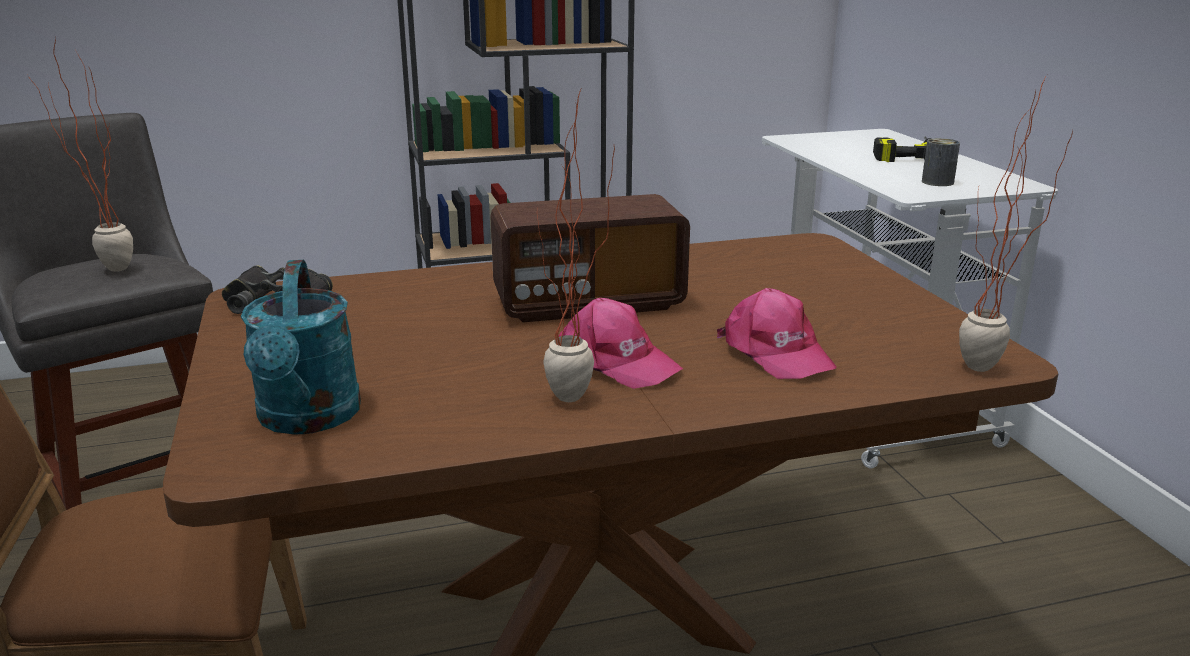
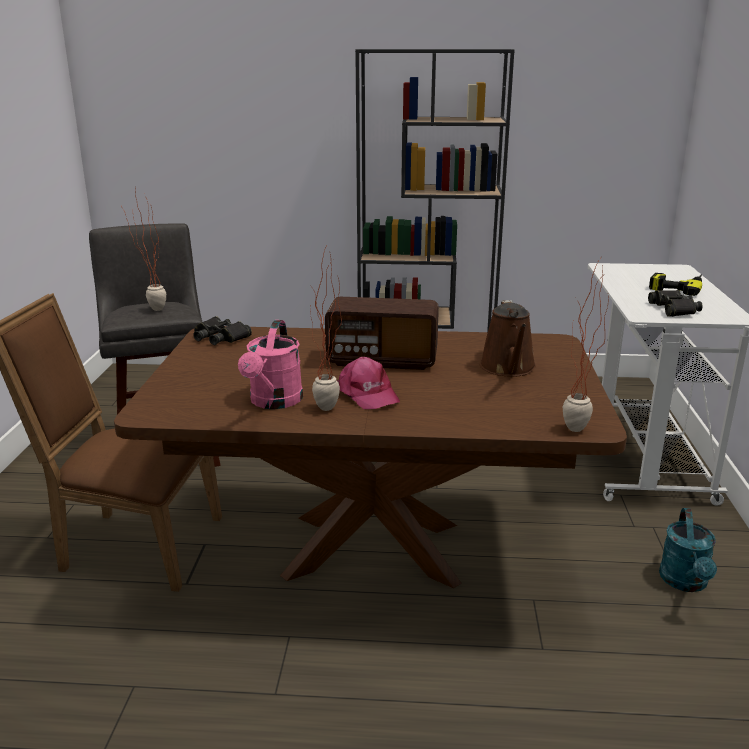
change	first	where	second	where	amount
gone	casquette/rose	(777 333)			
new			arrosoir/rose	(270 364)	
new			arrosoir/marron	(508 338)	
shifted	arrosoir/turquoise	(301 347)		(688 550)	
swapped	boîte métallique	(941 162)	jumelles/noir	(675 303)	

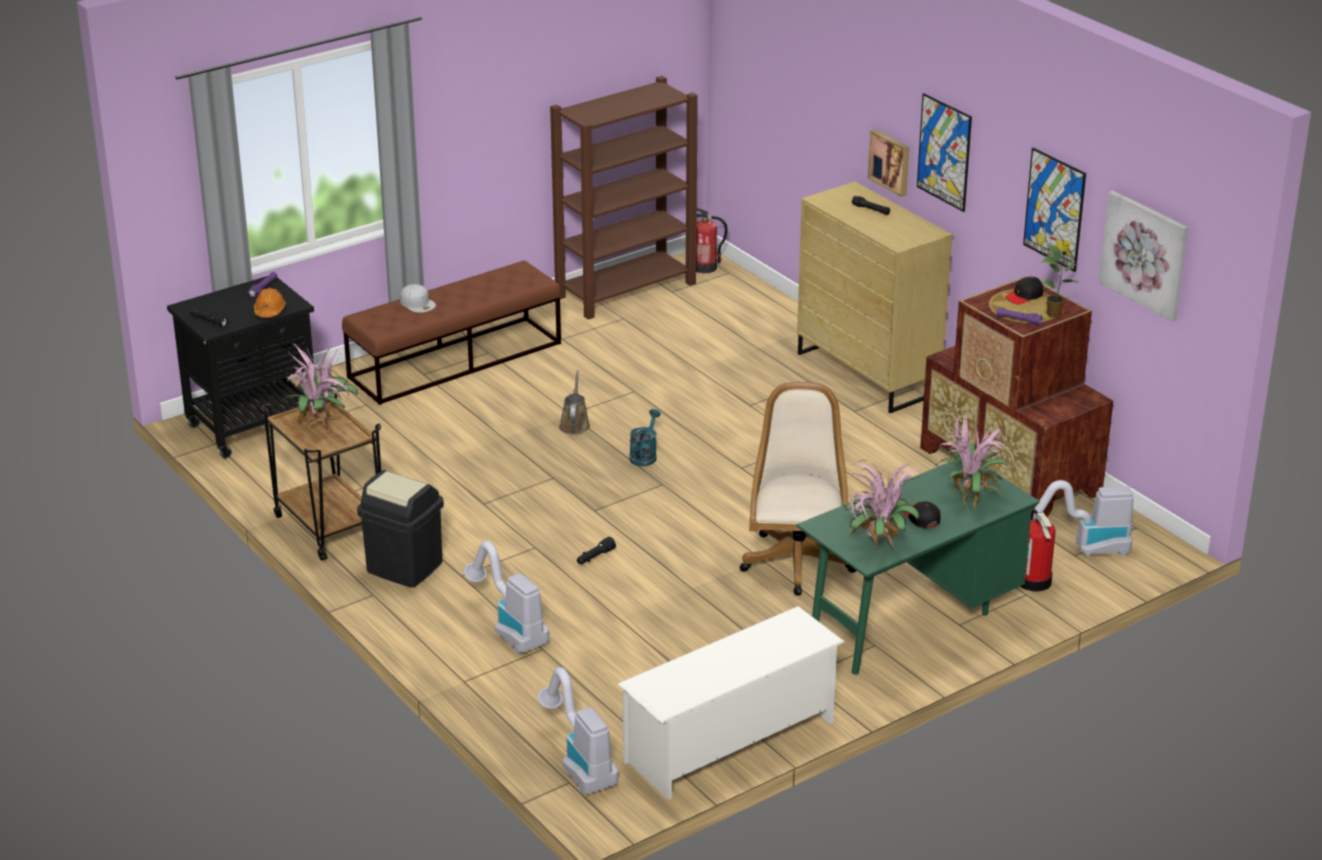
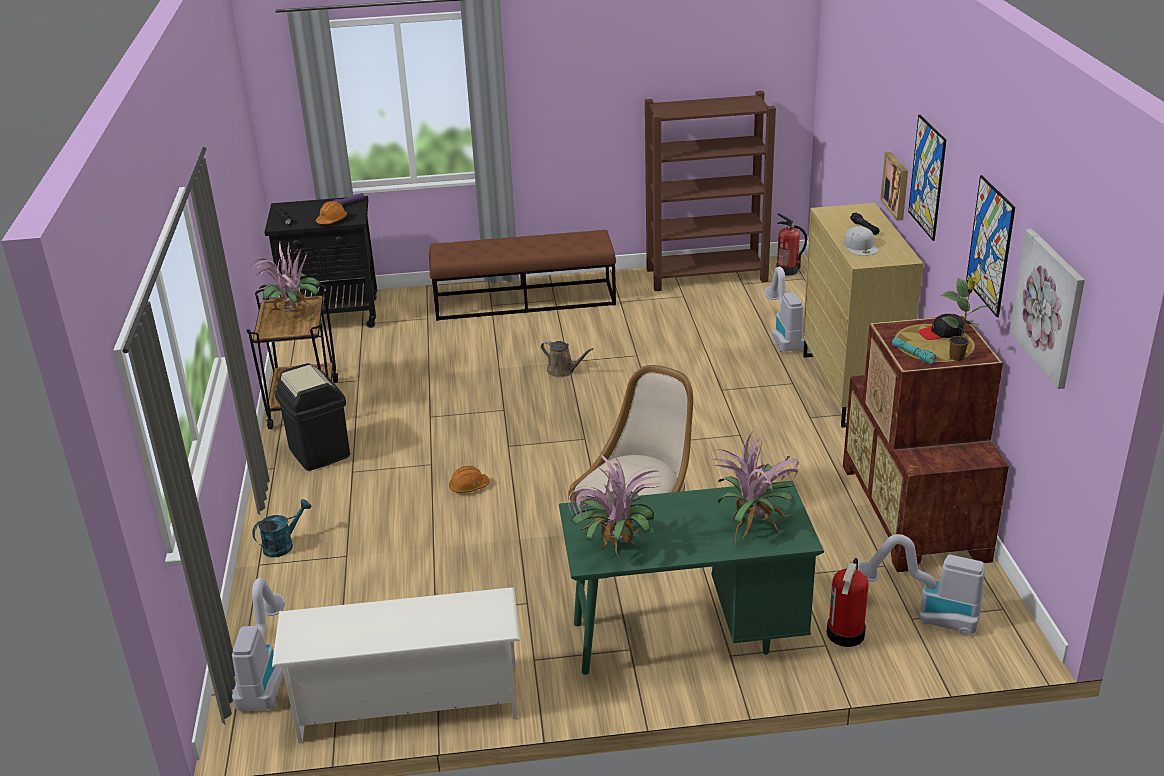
change	first	where	second	where	amount
gone	casquette/noir	(922 514)			
shifted	casquette/blanc	(418 298)		(860 241)	
shifted	aspirateur	(506 597)		(784 309)	
shifted	arrosoir/turquoise	(645 437)		(282 528)	
swapped	lampe de poche/noir	(596 550)	casque de chantier/orange	(469 479)	
repainted	lampe de poche/violet	(1019 316)	lampe de poche/turquoise	(914 350)	
rotated	arrosoir/marron	(574 402)		(567 359)	90 degrees clockwise

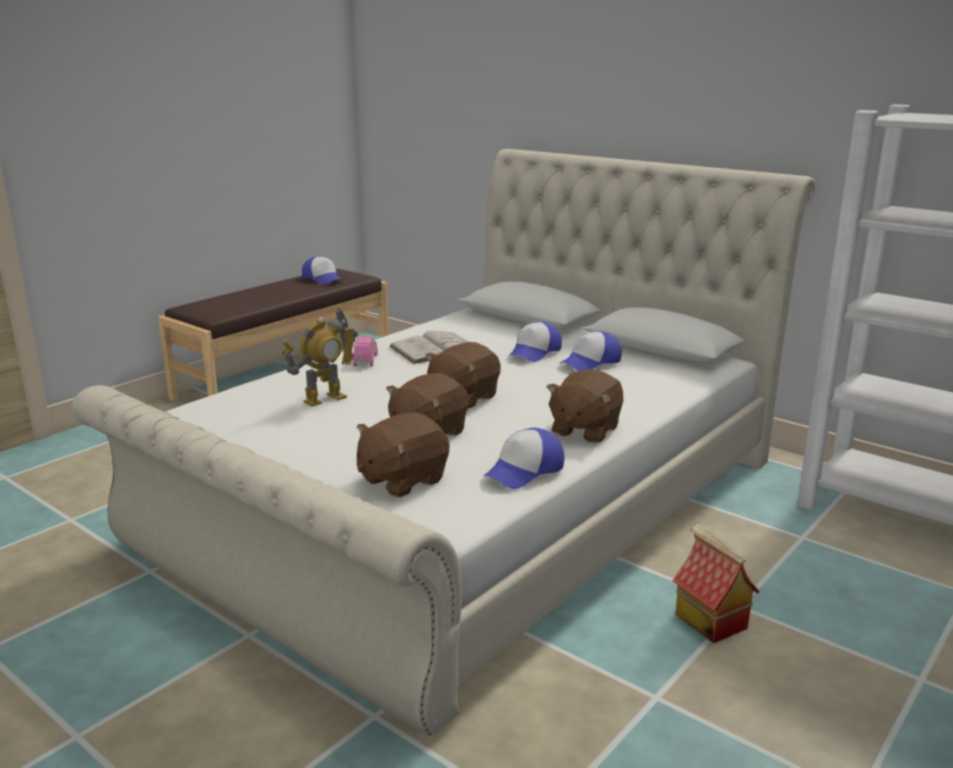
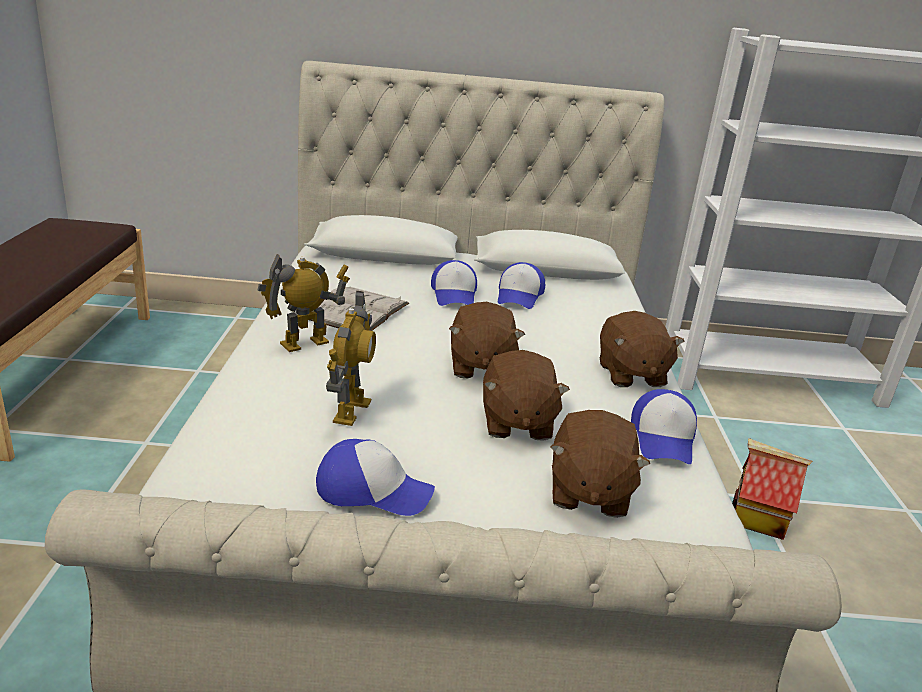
change	first	where	second	where	amount
shifted	casquette	(323 270)		(375 477)	
swapped	petite voiture/rose	(365 351)	robot jouet	(304 303)	

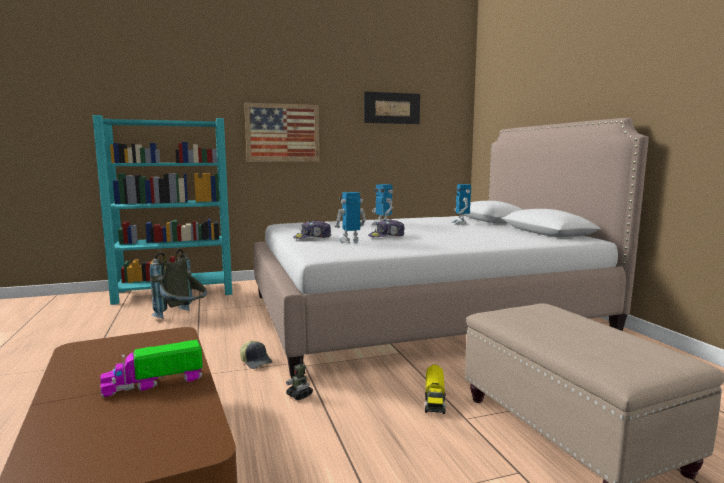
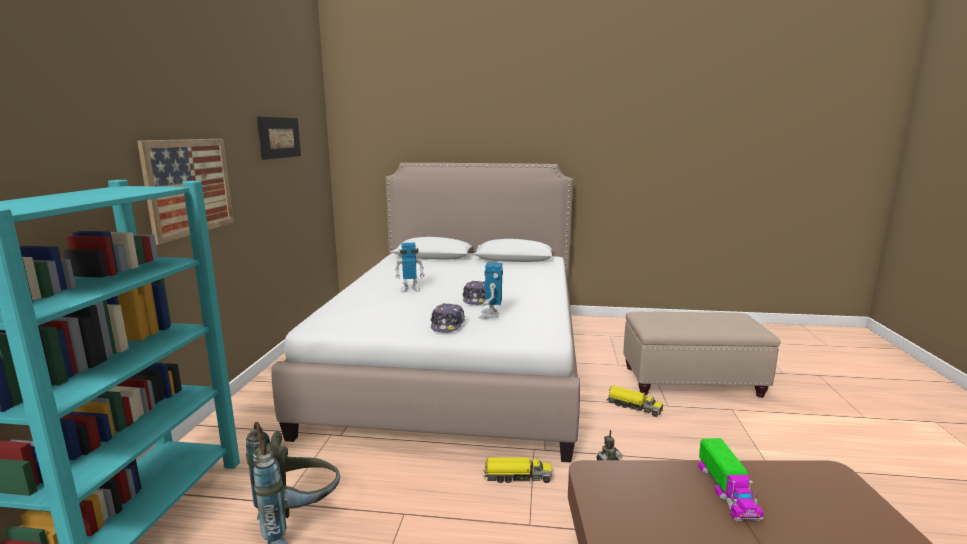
change	first	where	second	where	amount
gone	robot jouet	(461 204)			
swapped	casquette	(256 355)	camion jouet	(518 470)	

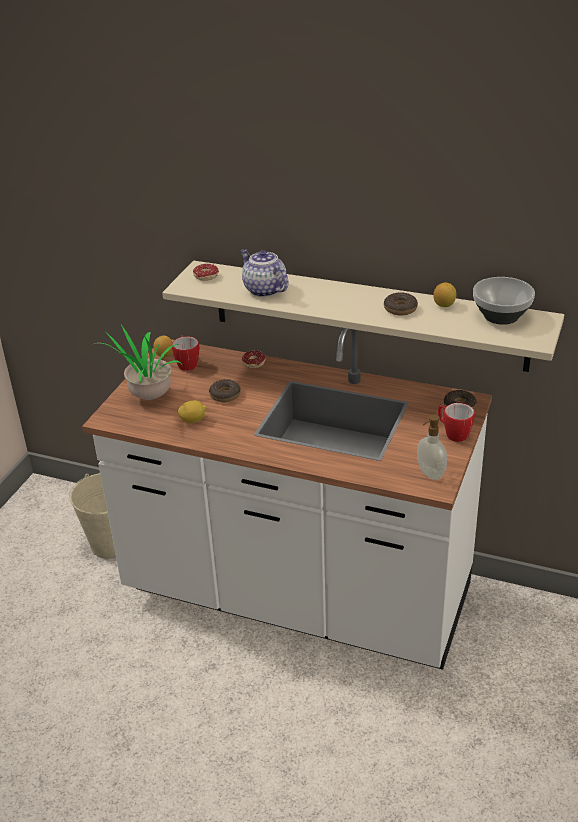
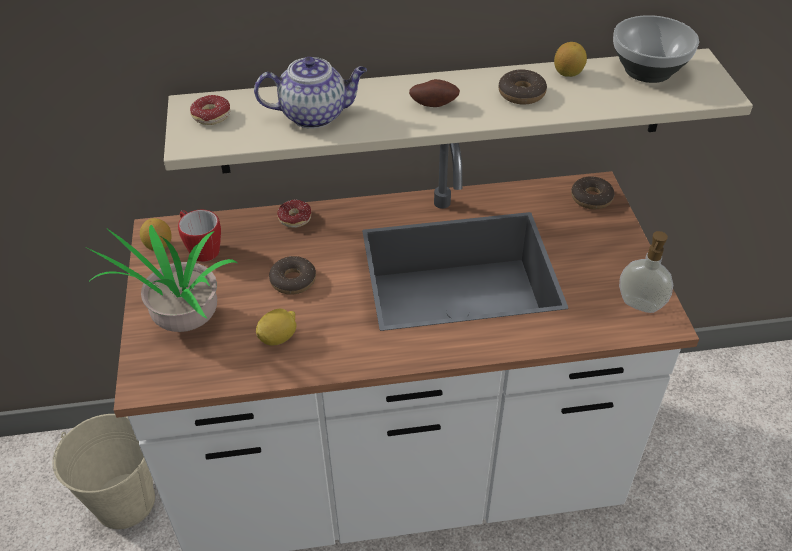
change	first	where	second	where	amount
gone	mug	(456 422)			
new			pomme de terre	(434 93)	
rotated	théière	(264 273)		(310 93)	150 degrees clockwise

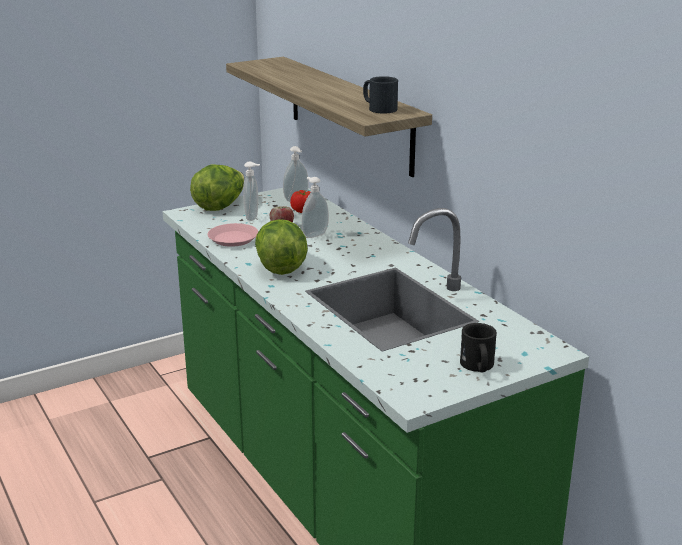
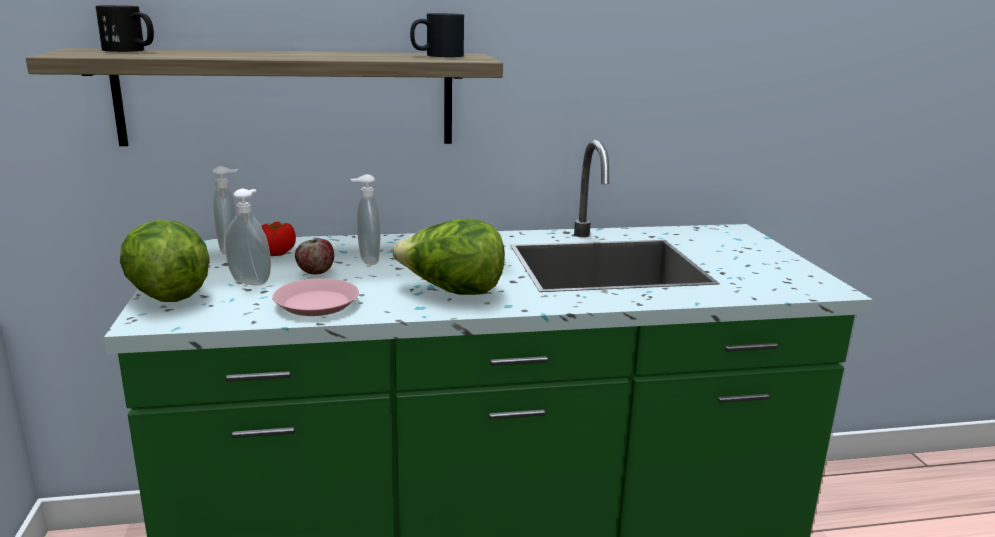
change	first	where	second	where	amount
shifted	mug/noir	(478 347)		(124 28)	

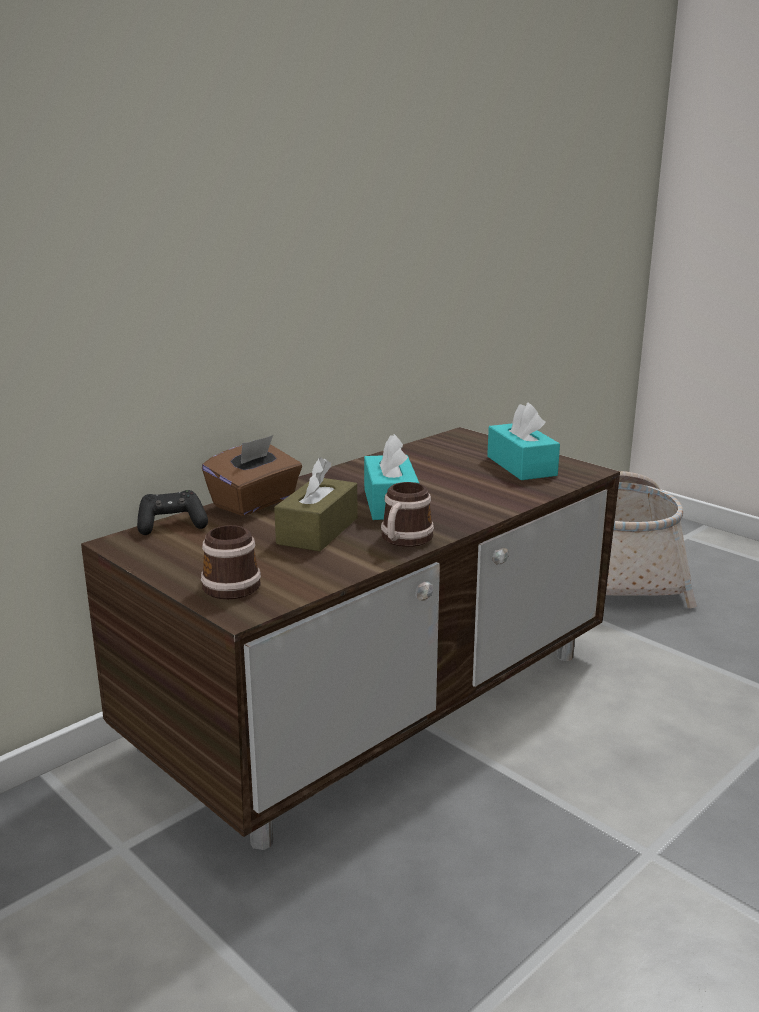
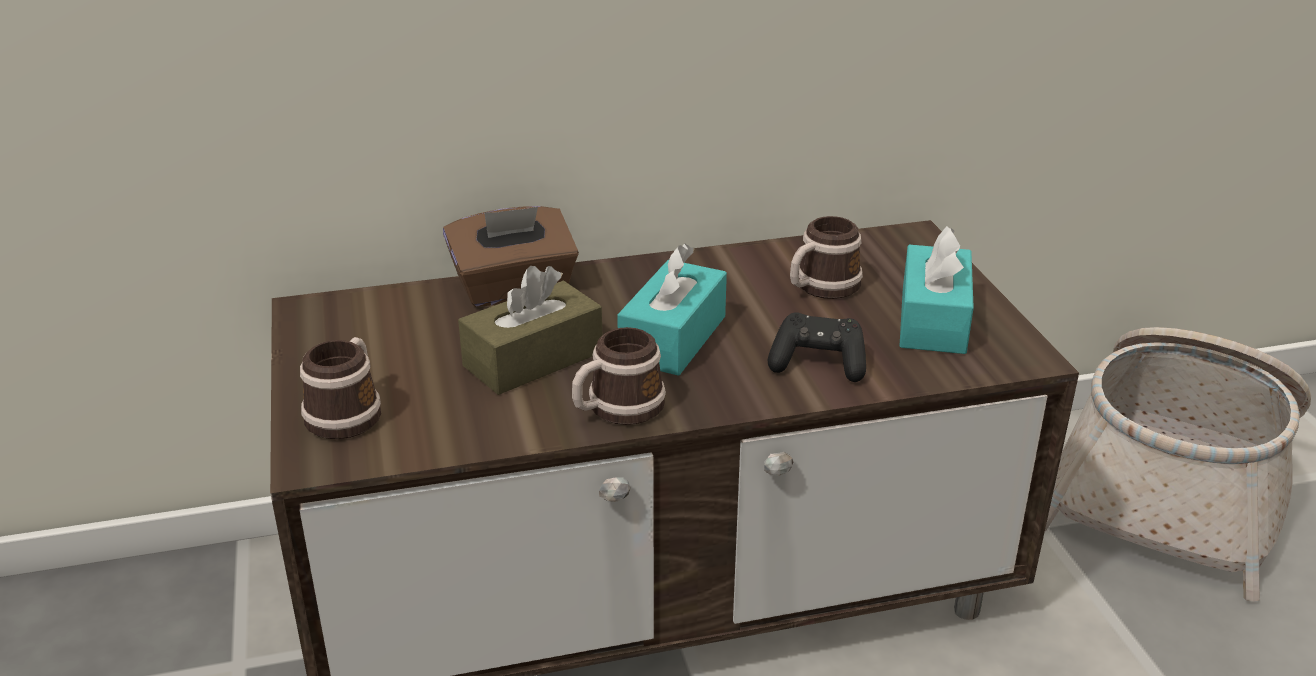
change	first	where	second	where	amount
new			mug	(826 257)	
shifted	manette/noir	(172 512)		(817 347)	

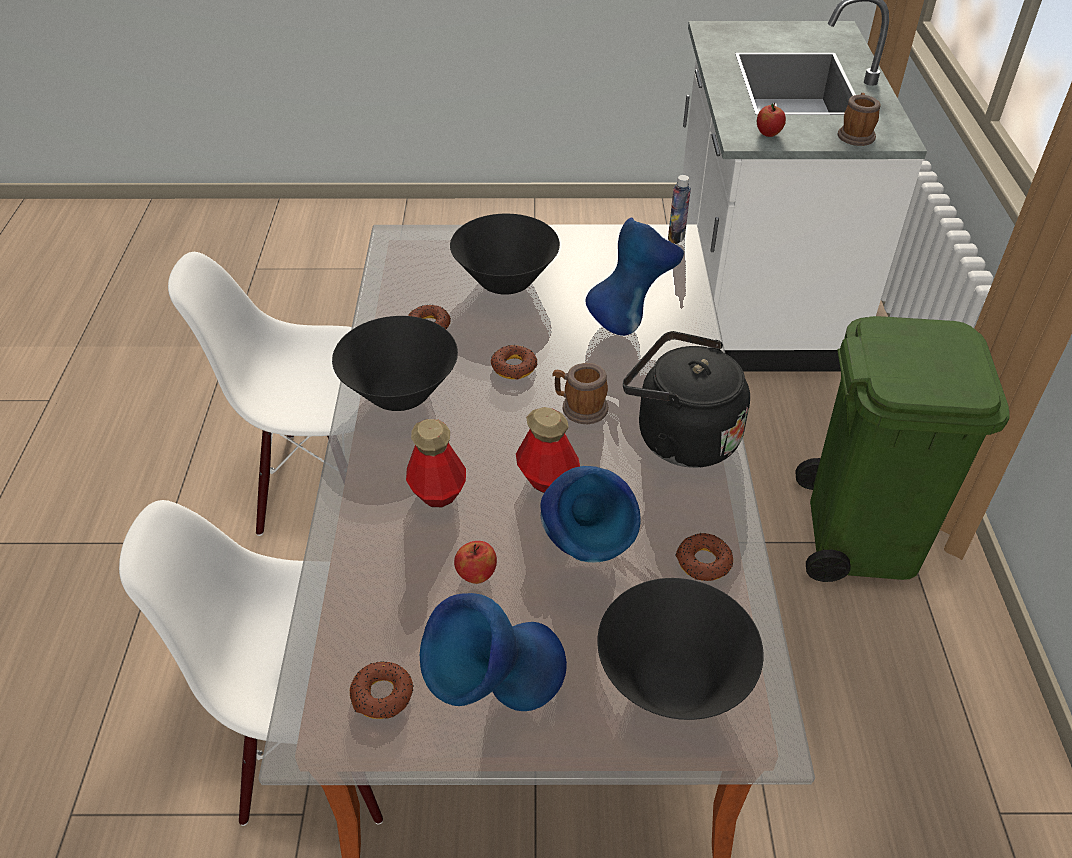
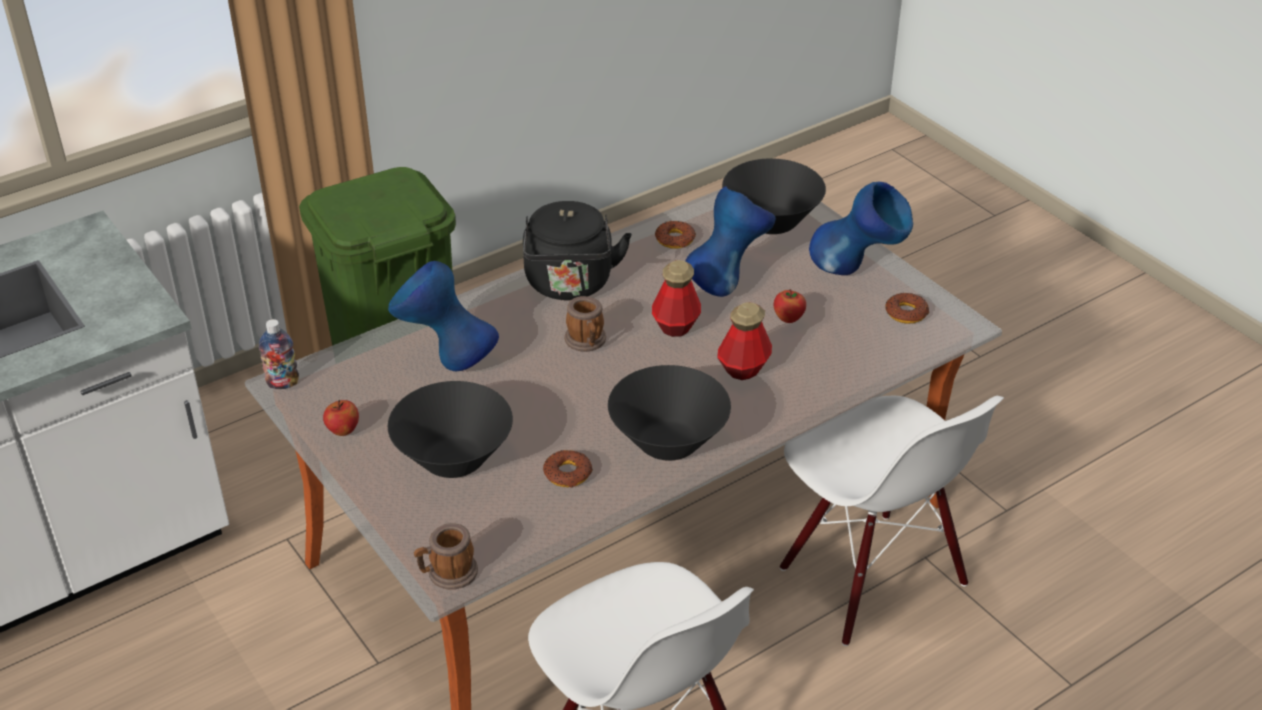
change	first	where	second	where	amount
gone	beignet	(514 362)			
shifted	pomme	(771 120)		(341 418)	
shifted	mug	(859 119)		(446 556)	

